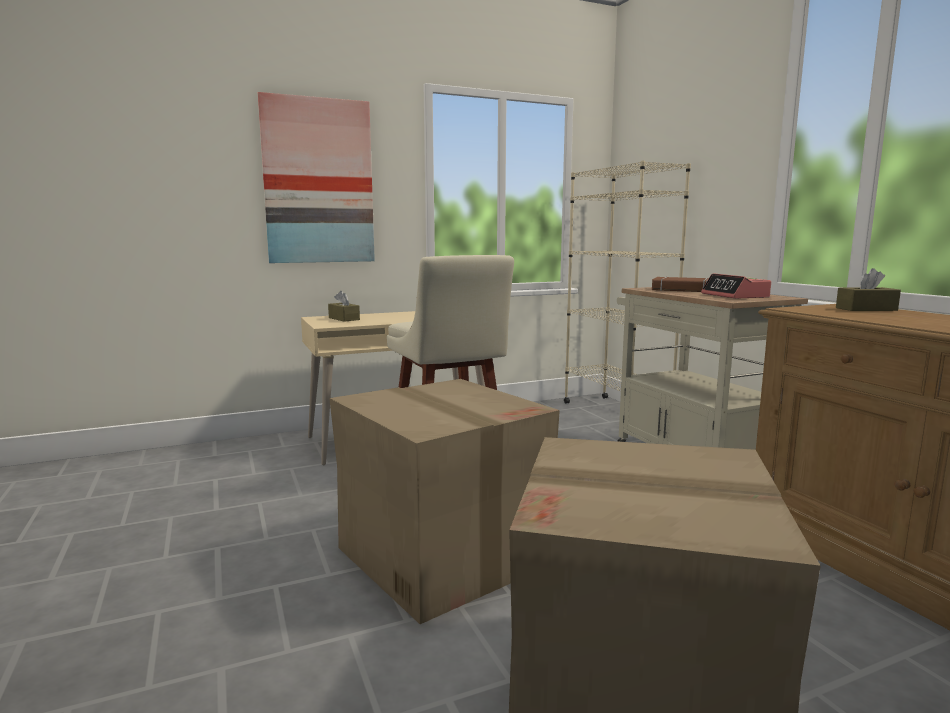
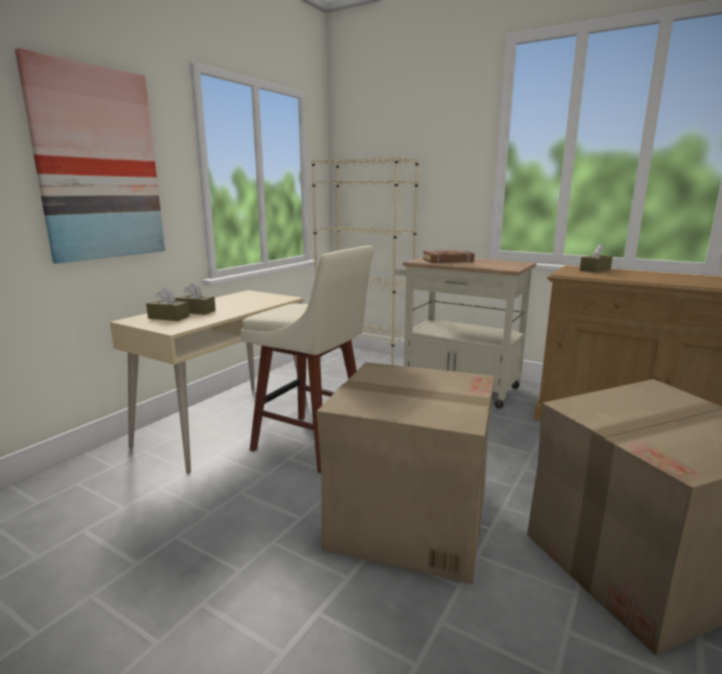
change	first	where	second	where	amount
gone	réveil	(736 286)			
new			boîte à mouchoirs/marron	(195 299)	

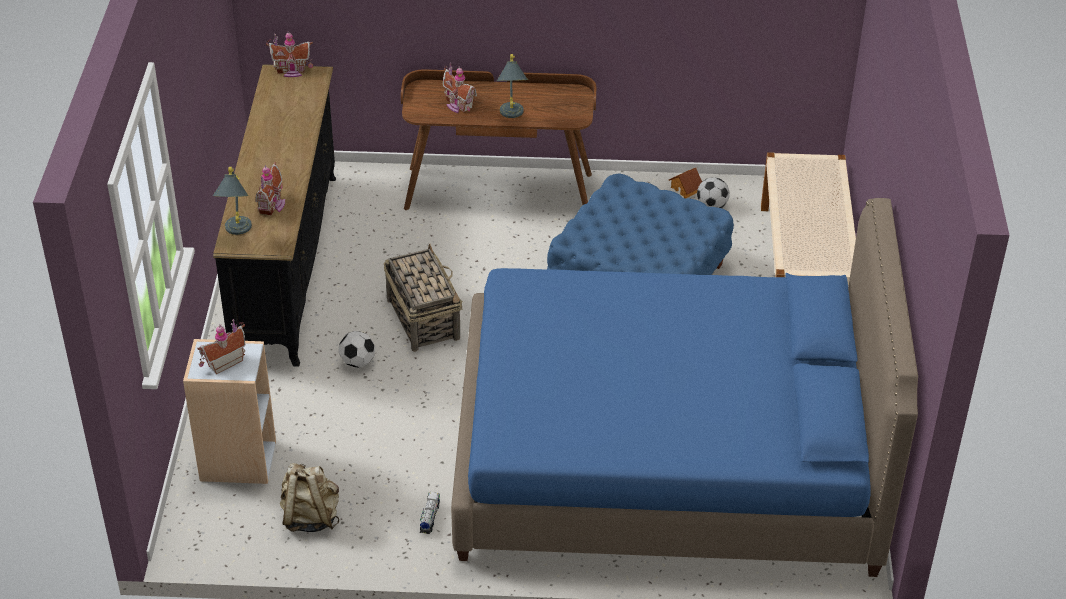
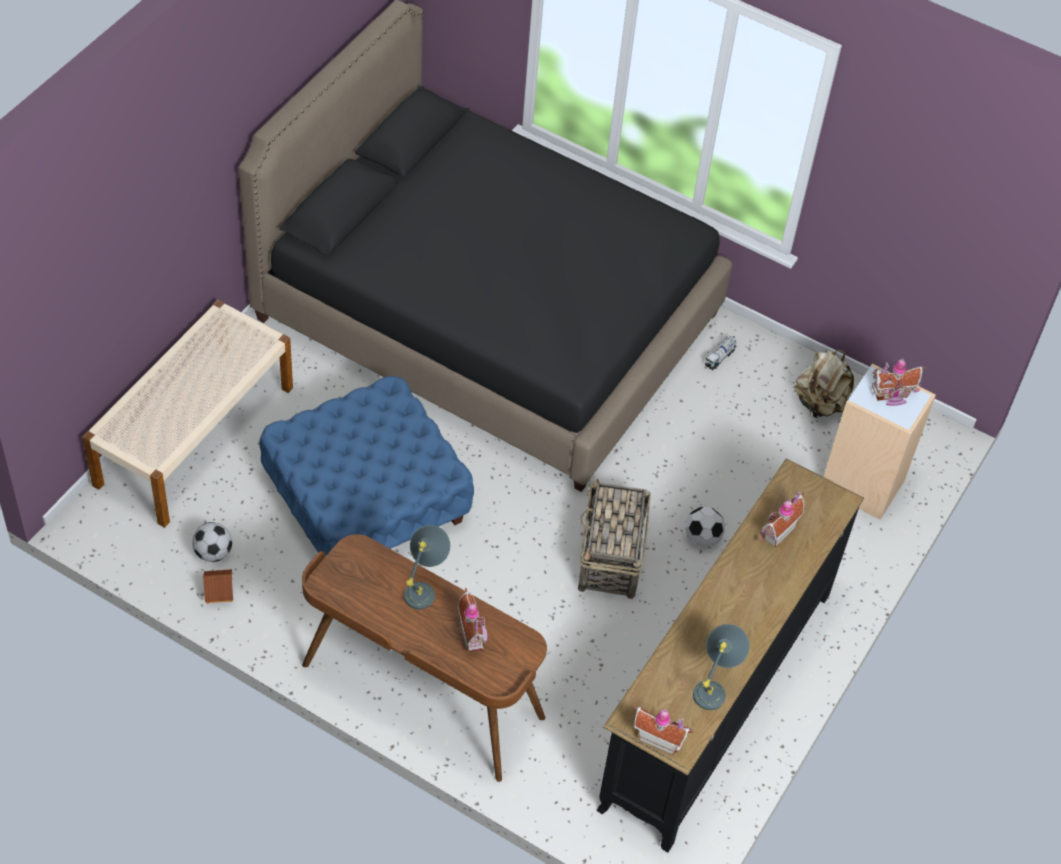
change	first	where	second	where	amount
shifted	lampe de table/gris	(232 201)		(721 667)	
repainted	lit/bleu	(684 387)	lit/noir	(485 246)	

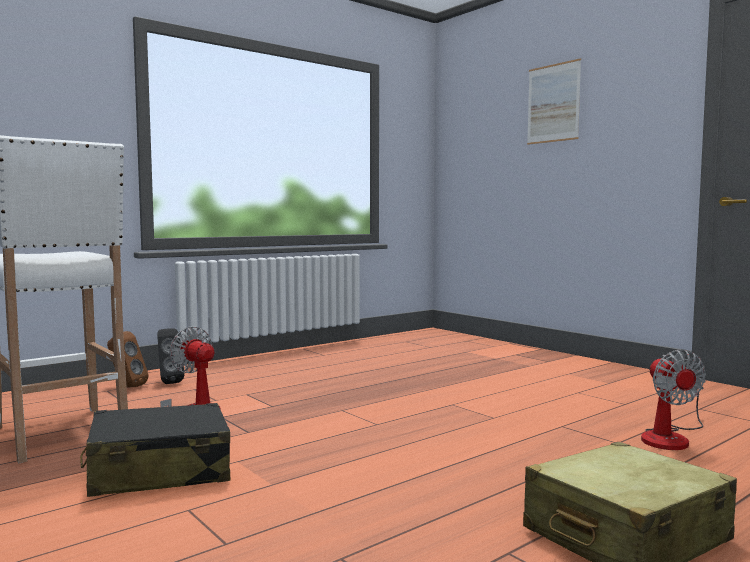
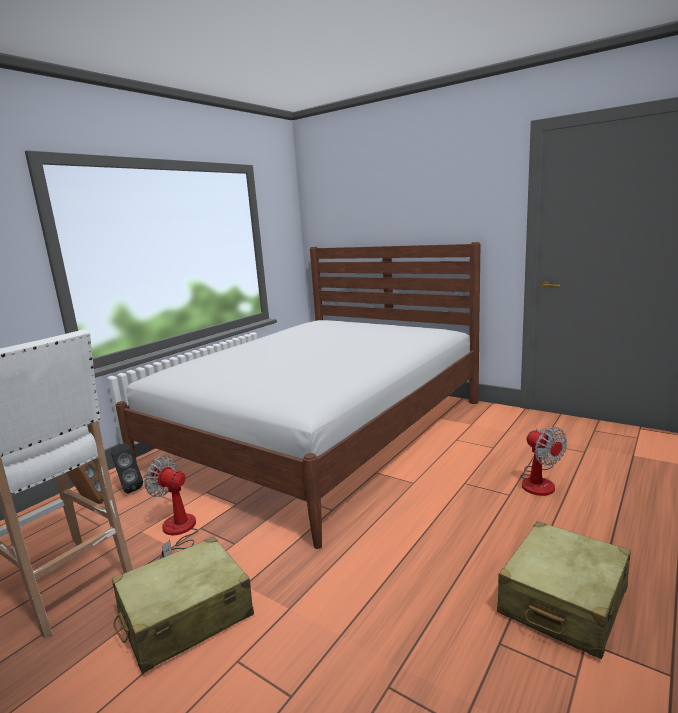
change	first	where	second	where	amount
gone	tableau	(554 101)			
new			lit/blanc	(298 395)	
repainted	valise/noir	(155 450)	valise/beige	(183 605)	

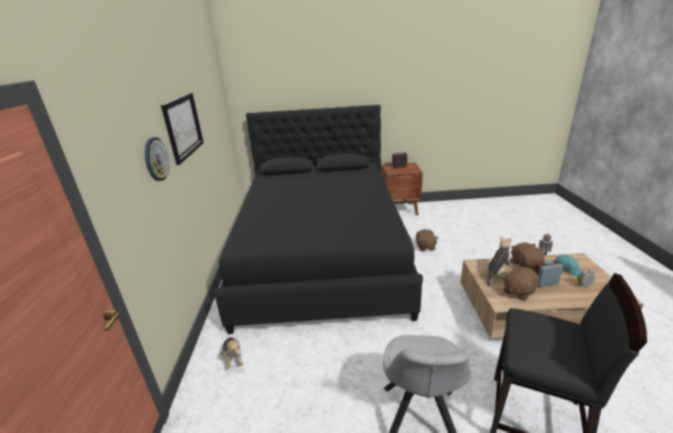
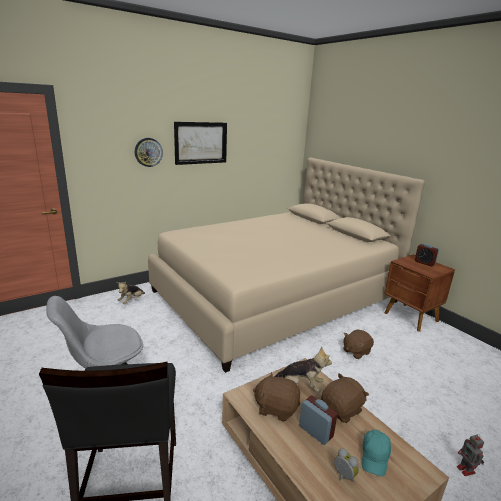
change	first	where	second	where	amount
repainted	lit/noir	(318 219)	lit/beige	(286 265)	

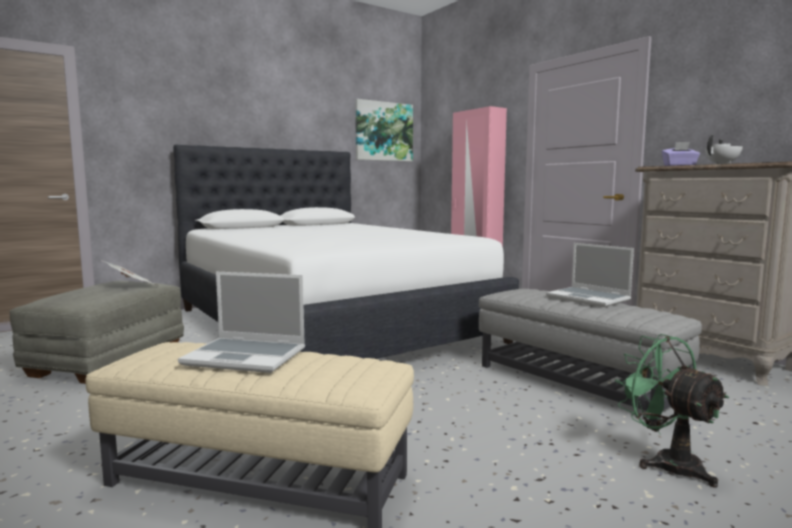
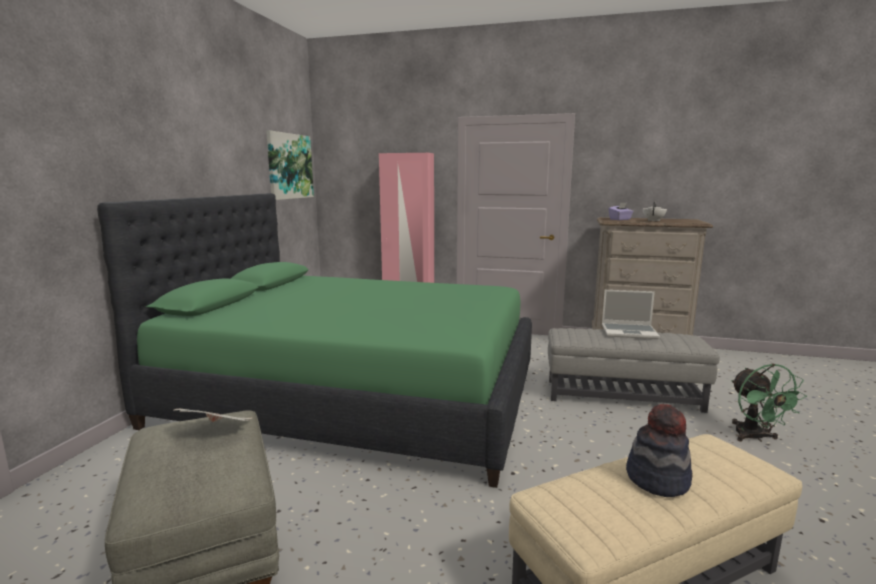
change	first	where	second	where	amount
swapped	ordinateur portable	(241 322)	chapeau	(659 450)	
repainted	lit/blanc	(346 251)	lit/vert	(314 340)	
rotated	ventilateur/vert	(672 411)		(769 403)	120 degrees counterclockwise

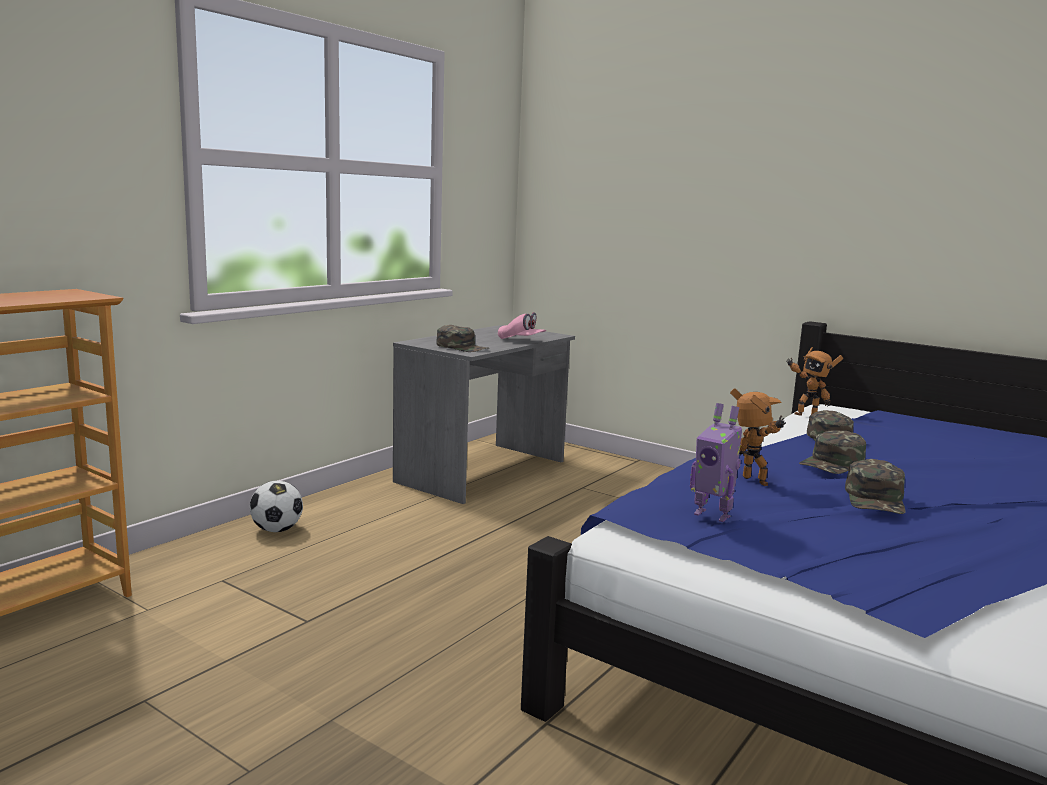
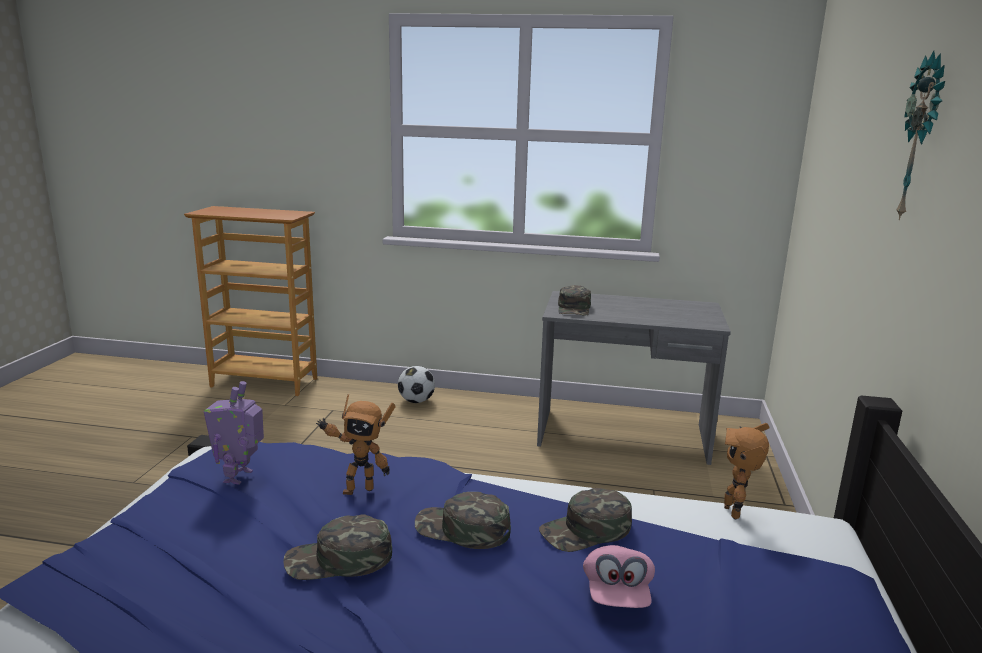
change	first	where	second	where	amount
new			horloge murale	(920 135)	
shifted	casquette/rose	(522 325)		(619 576)	
rotated	robot jouet	(758 437)		(356 444)	45 degrees clockwise

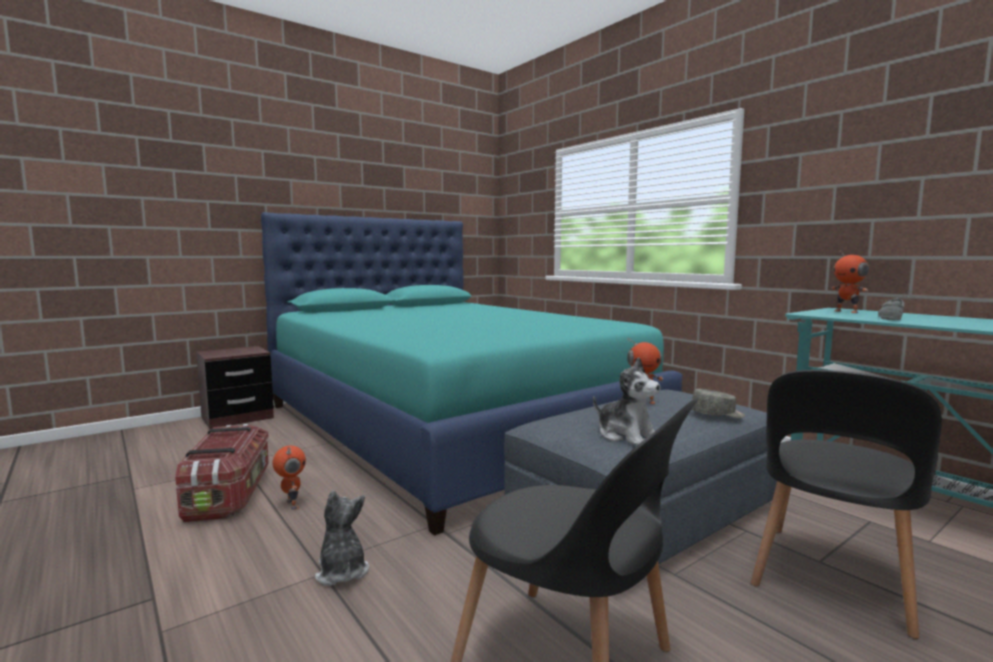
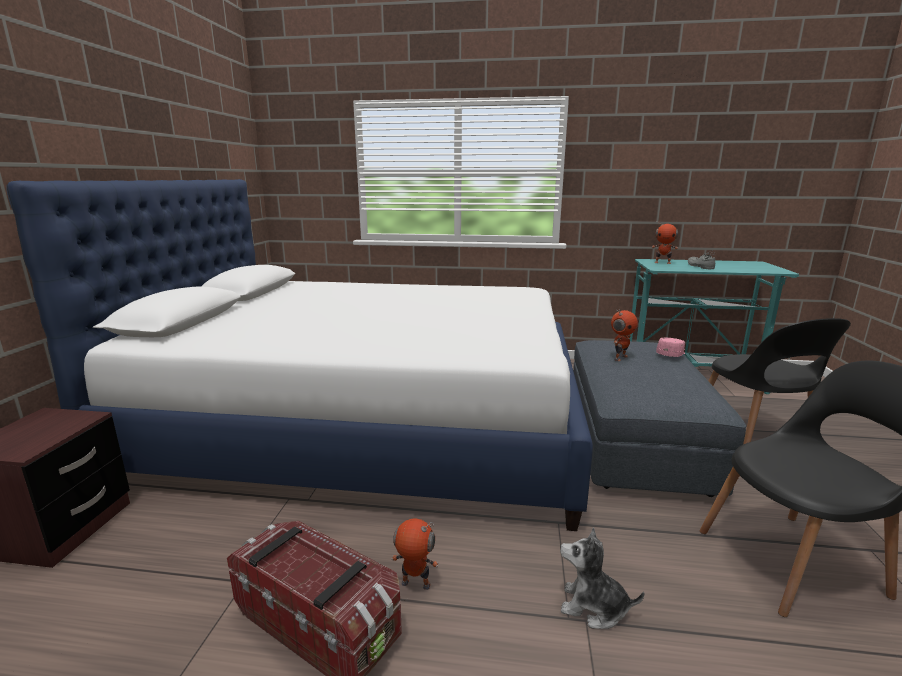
change	first	where	second	where	amount
gone	peluche	(626 401)			
repainted	lit/turquoise	(471 374)	lit/blanc	(299 355)	
repainted	casquette/gris	(718 403)	casquette/rose	(670 347)	

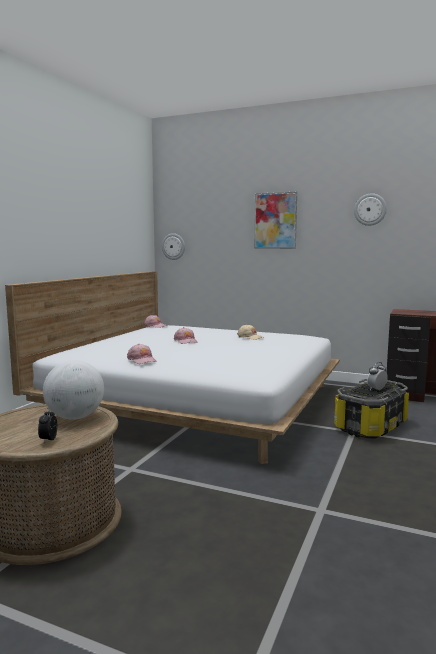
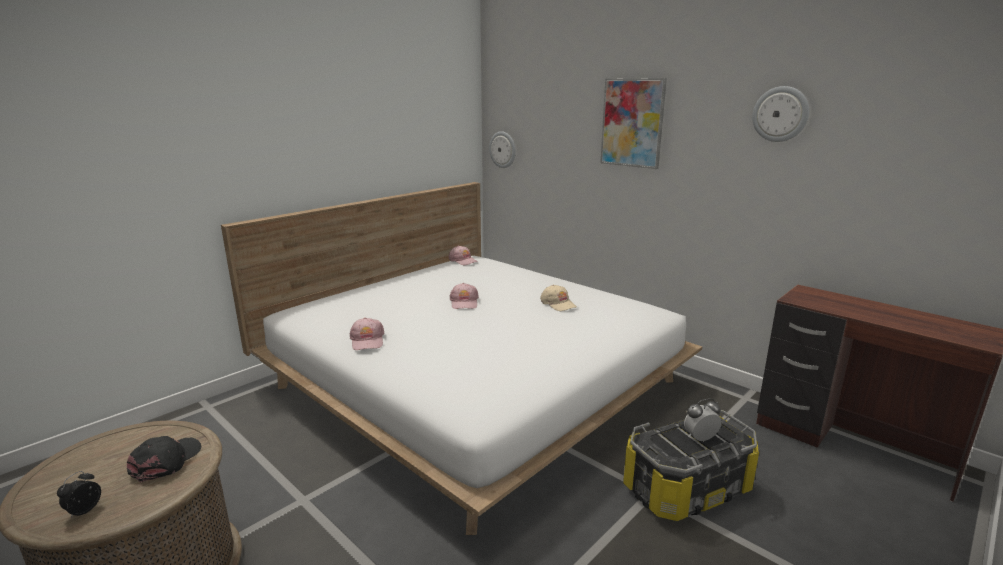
change	first	where	second	where	amount
swapped	globe	(73 390)	casquette/noir	(164 459)	

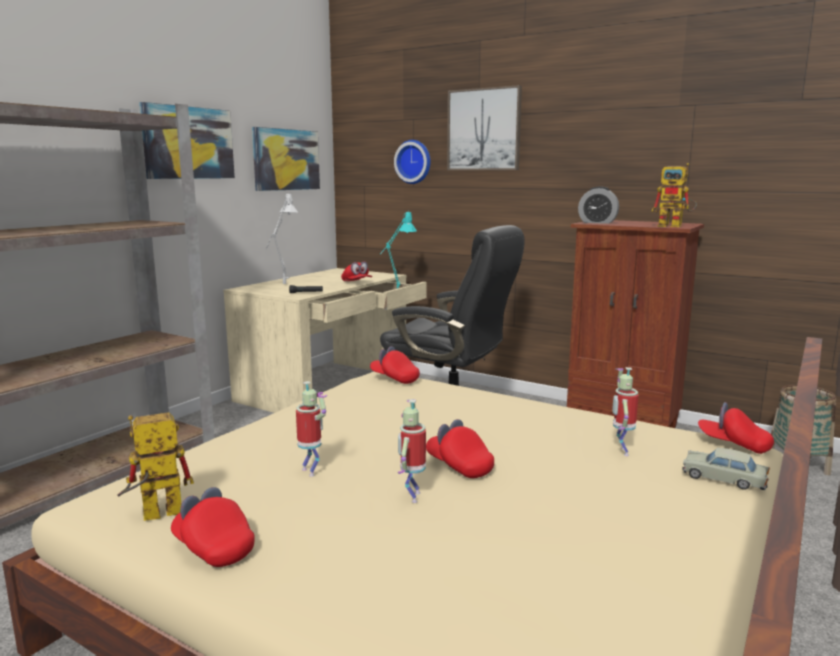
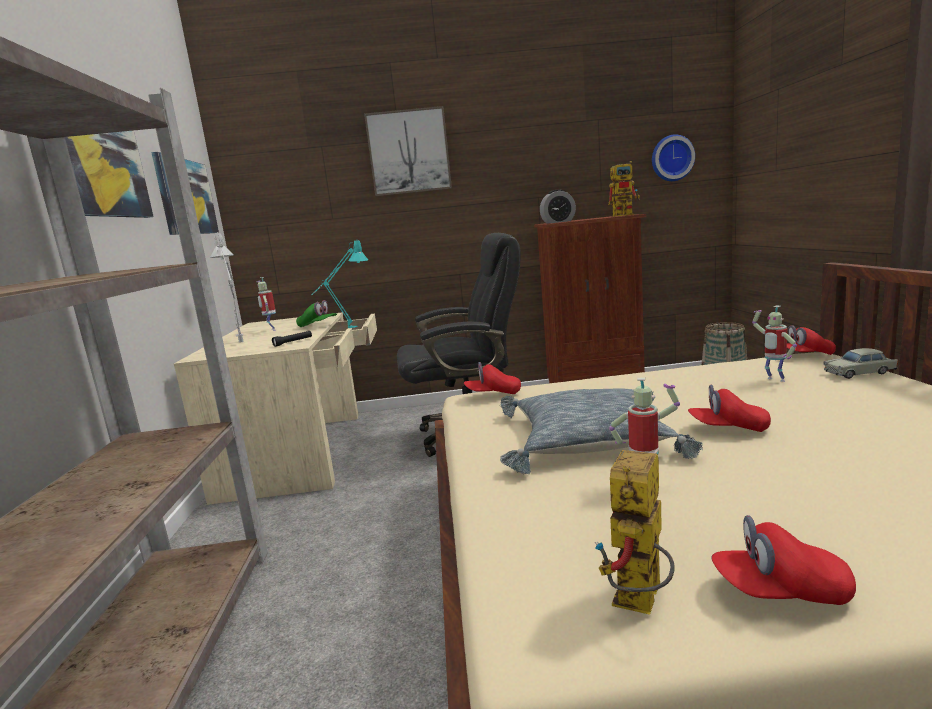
change	first	where	second	where	amount
new			coussin	(601 431)	
shifted	horloge murale	(412 162)		(673 157)	
shifted	robot jouet	(412 451)		(266 304)	
repainted	casquette/rouge	(356 271)	casquette/vert	(316 313)	

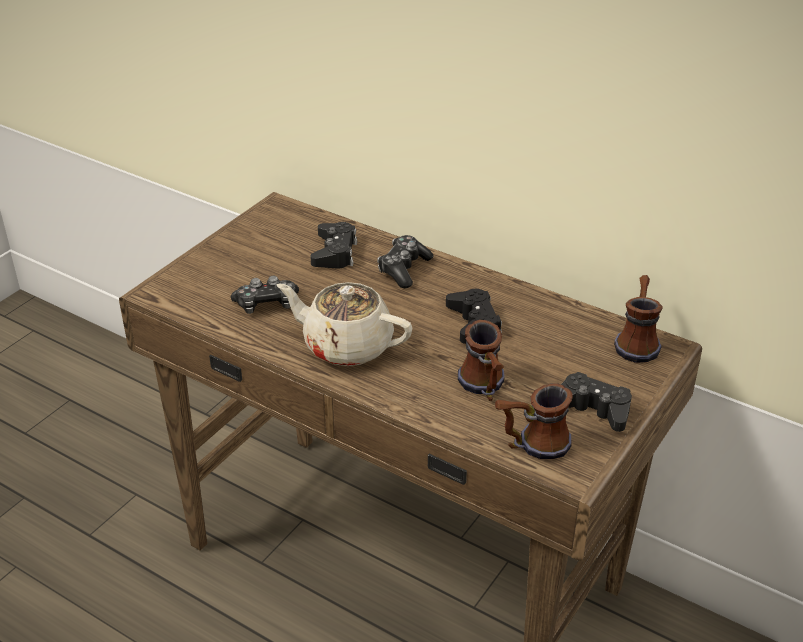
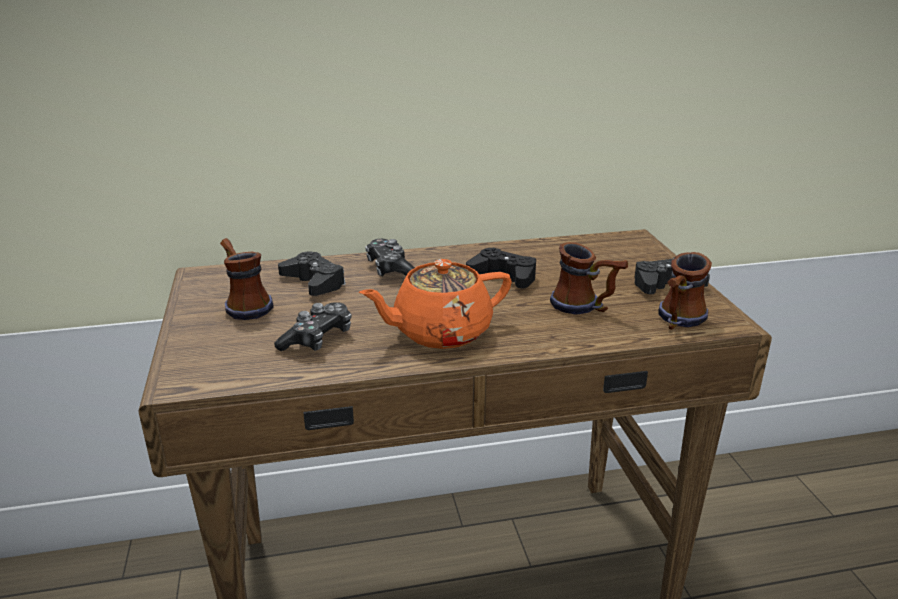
change	first	where	second	where	amount
shifted	mug	(638 319)		(246 279)	
repainted	théière/beige	(344 324)	théière/orange	(435 304)	

